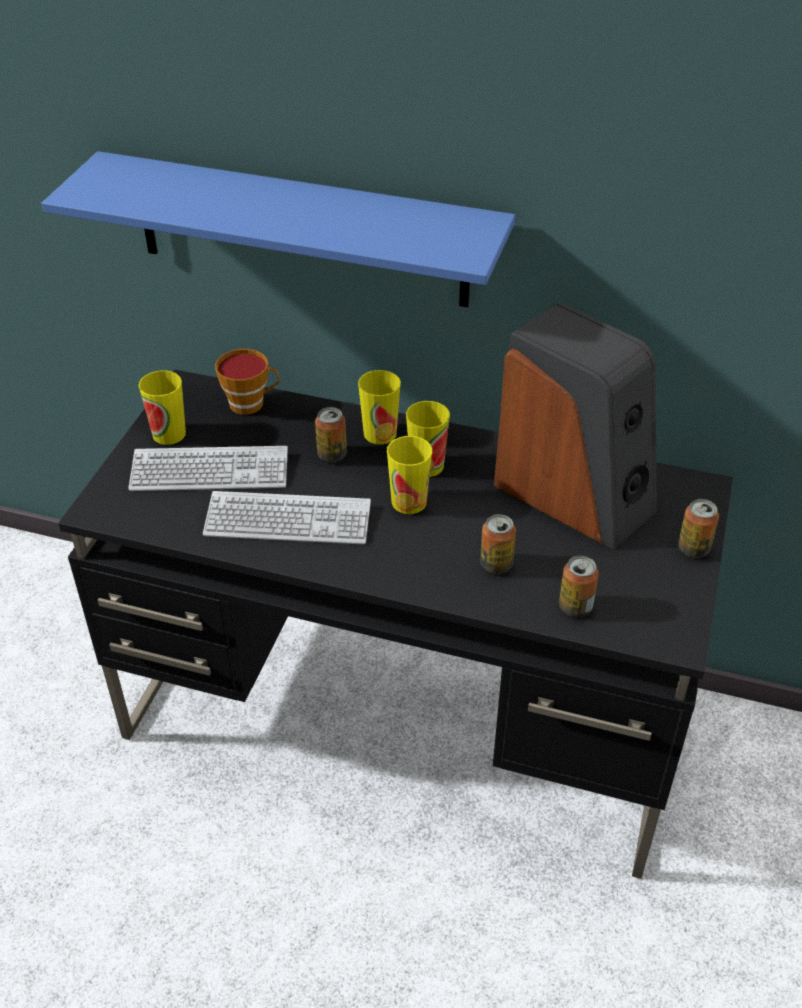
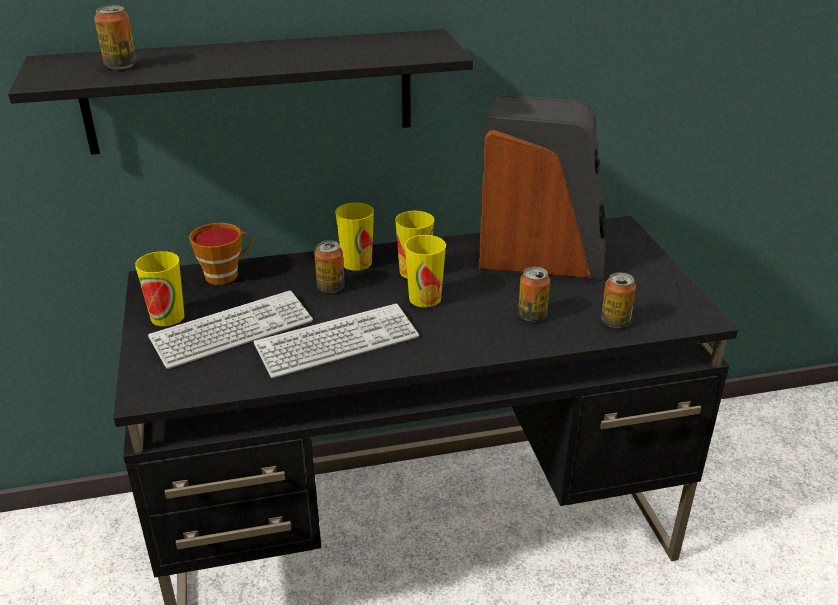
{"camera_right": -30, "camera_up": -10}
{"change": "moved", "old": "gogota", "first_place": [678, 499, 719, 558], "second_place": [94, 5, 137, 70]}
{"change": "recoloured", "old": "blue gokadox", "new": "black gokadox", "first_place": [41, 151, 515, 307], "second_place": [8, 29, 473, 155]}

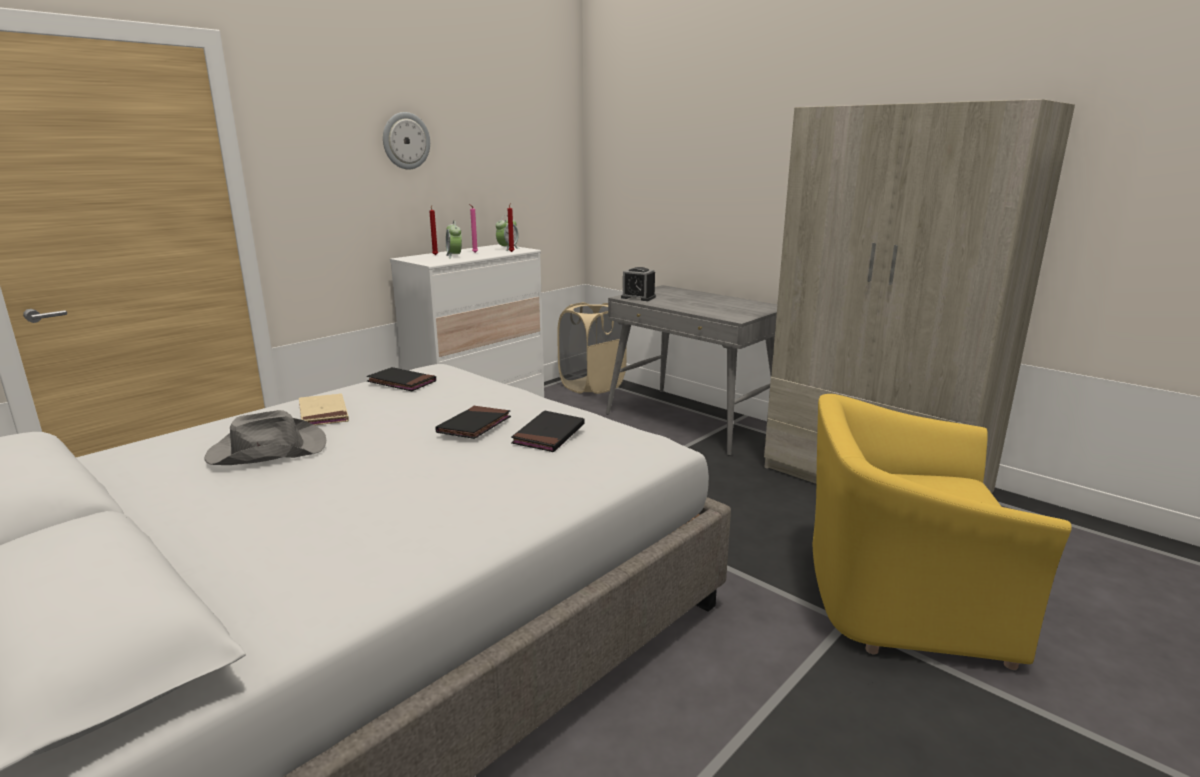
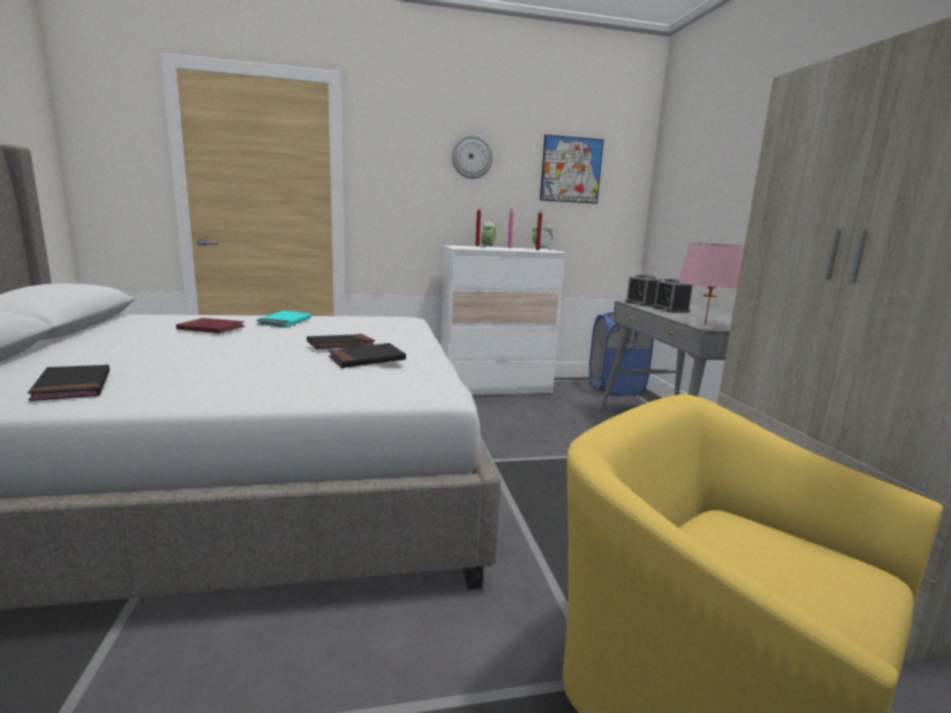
{"camera_right": 35, "camera_up": -5}
{"change": "added", "new": "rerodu", "second_place": [540, 135, 604, 204]}
{"change": "added", "new": "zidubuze", "second_place": [653, 279, 693, 313]}
{"change": "added", "new": "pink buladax", "second_place": [678, 243, 744, 325]}
{"change": "moved", "old": "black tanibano", "first_place": [367, 367, 436, 391], "second_place": [28, 365, 110, 401]}
{"change": "replaced", "old": "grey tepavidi", "new": "red tanibano", "first_place": [204, 410, 326, 465], "second_place": [176, 318, 245, 334]}
{"change": "recoloured", "old": "beige tanibano", "new": "turquoise tanibano", "first_place": [299, 393, 349, 425], "second_place": [256, 311, 311, 328]}
{"change": "recoloured", "old": "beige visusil", "new": "blue visusil", "first_place": [557, 302, 627, 394], "second_place": [589, 312, 654, 396]}

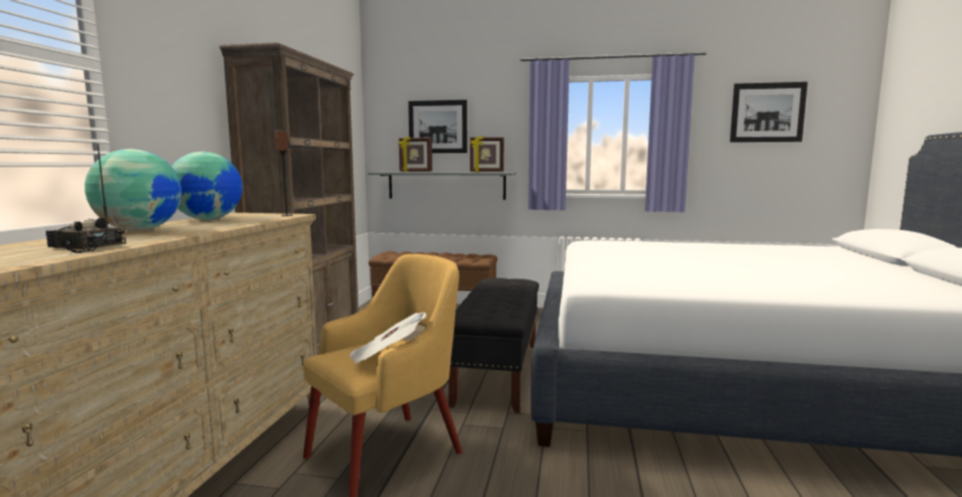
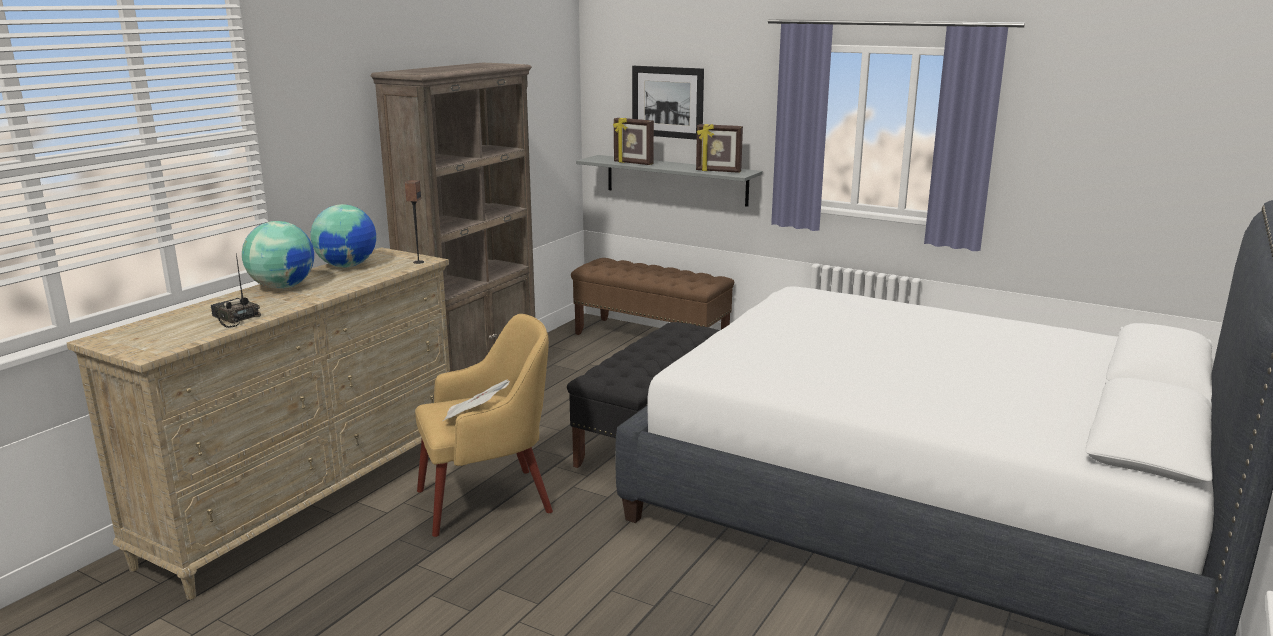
{"camera_right": 20, "camera_up": 10}
{"change": "removed", "old": "rerodu", "first_place": [730, 82, 808, 142]}

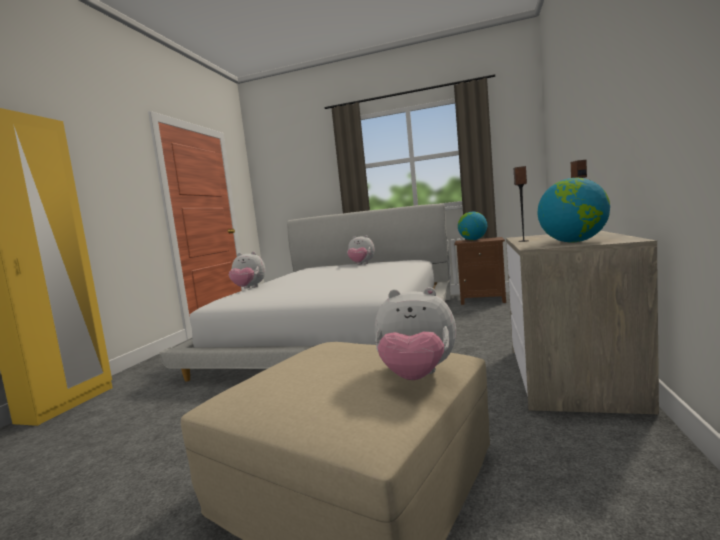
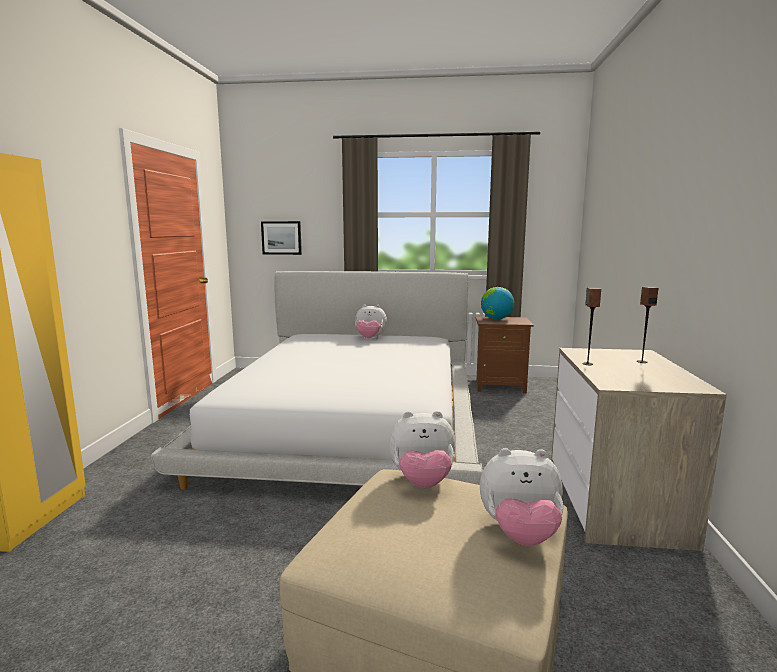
{"camera_right": -10, "camera_up": 5}
{"change": "removed", "old": "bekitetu", "first_place": [538, 178, 610, 243]}
{"change": "added", "new": "rerodu", "second_place": [261, 221, 302, 255]}
{"change": "moved", "old": "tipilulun", "first_place": [229, 251, 266, 288], "second_place": [389, 411, 456, 488]}

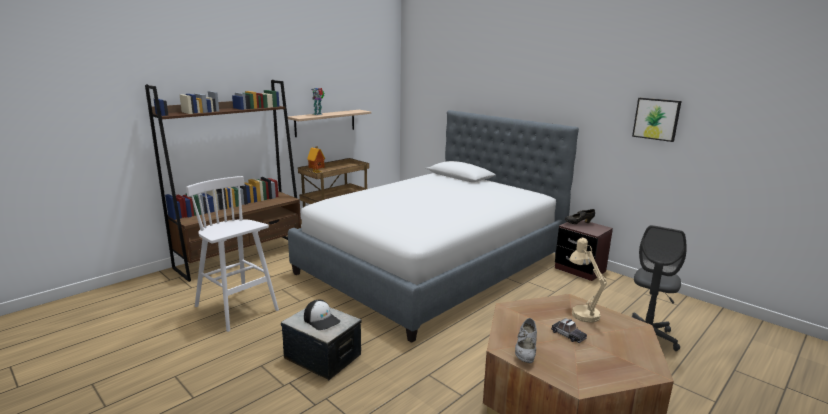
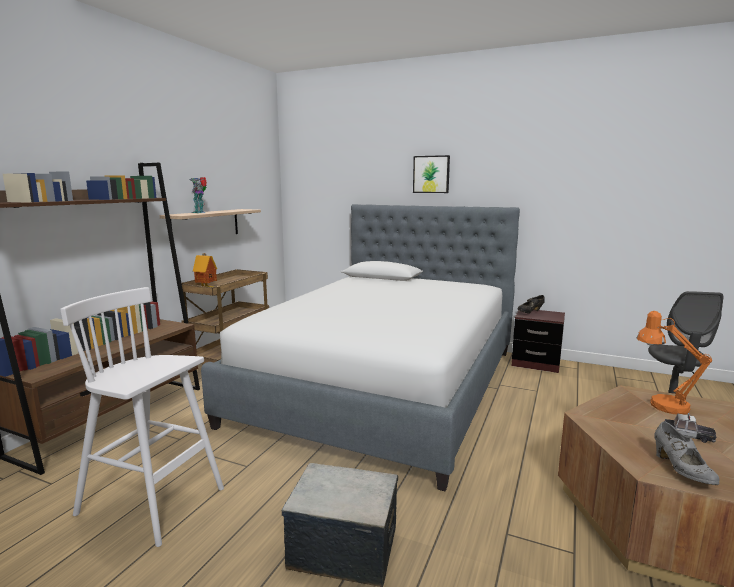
{"camera_right": -20, "camera_up": -5}
{"change": "removed", "old": "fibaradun", "first_place": [304, 300, 340, 330]}
{"change": "moved", "old": "rerodu", "first_place": [632, 98, 681, 142], "second_place": [413, 155, 450, 193]}
{"change": "recoloured", "old": "beige buladax", "new": "orange buladax", "first_place": [569, 238, 608, 323], "second_place": [637, 311, 712, 415]}

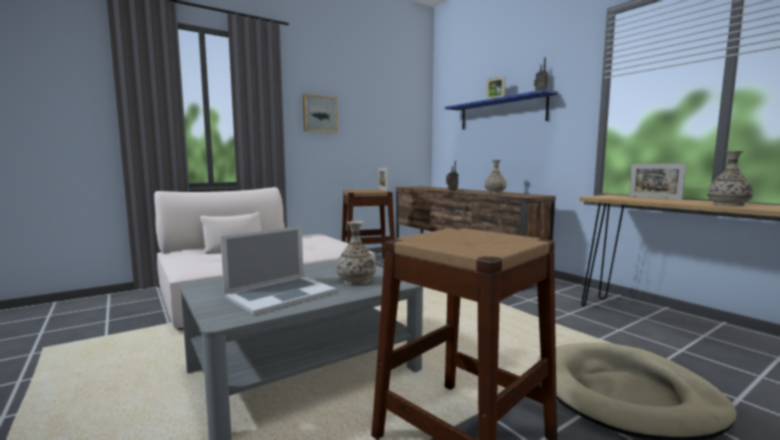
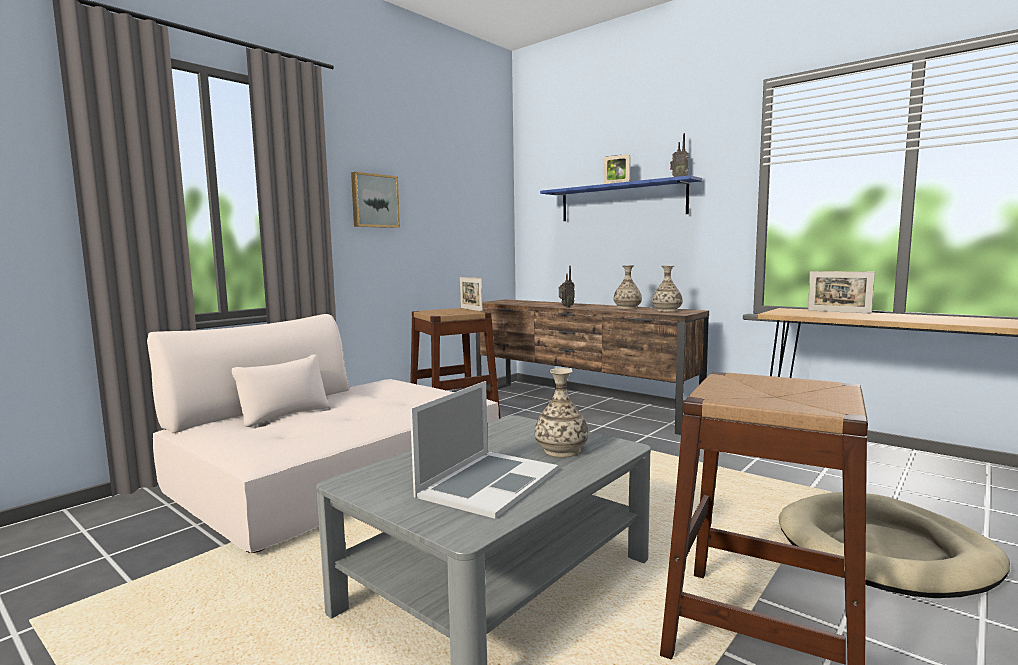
{"camera_right": -15, "camera_up": 0}
{"change": "moved", "old": "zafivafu", "first_place": [707, 151, 753, 206], "second_place": [652, 265, 683, 312]}

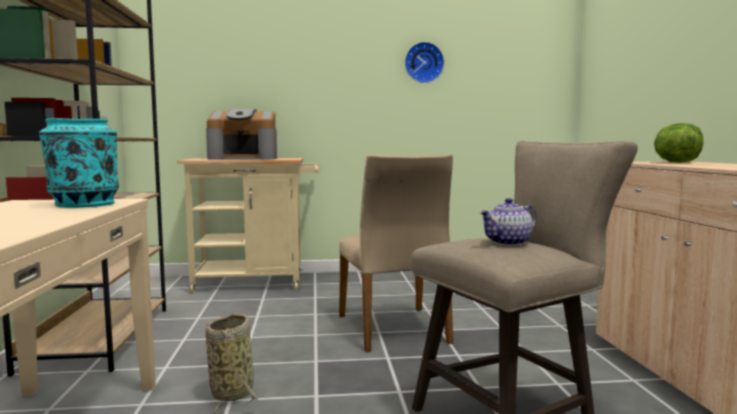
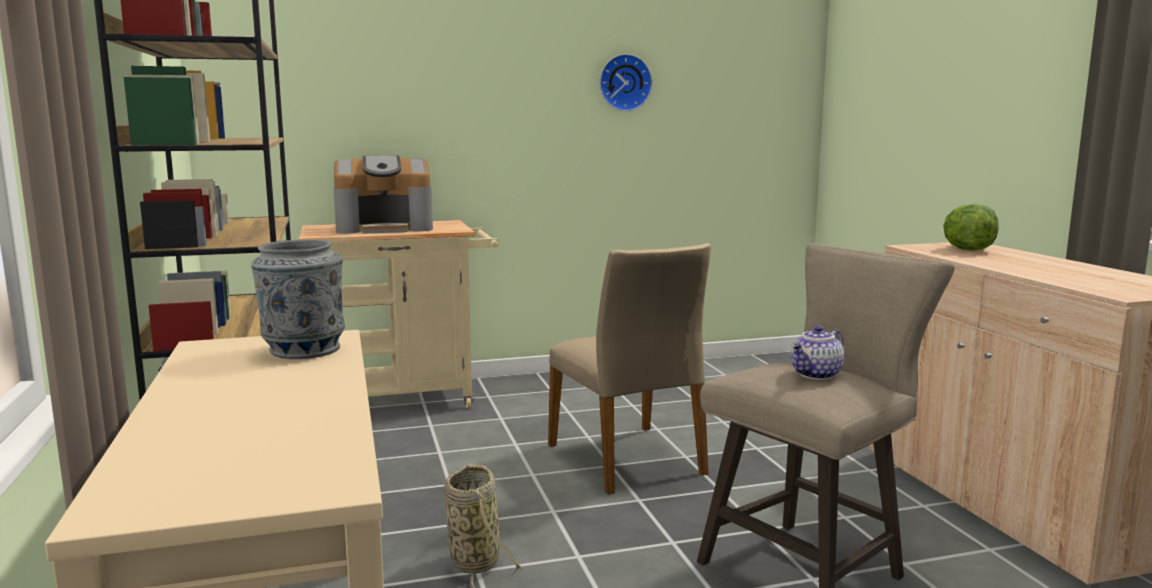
{"camera_right": -10, "camera_up": 5}
{"change": "recoloured", "old": "turquoise zafivafu", "new": "grey zafivafu", "first_place": [39, 118, 119, 208], "second_place": [251, 240, 345, 359]}

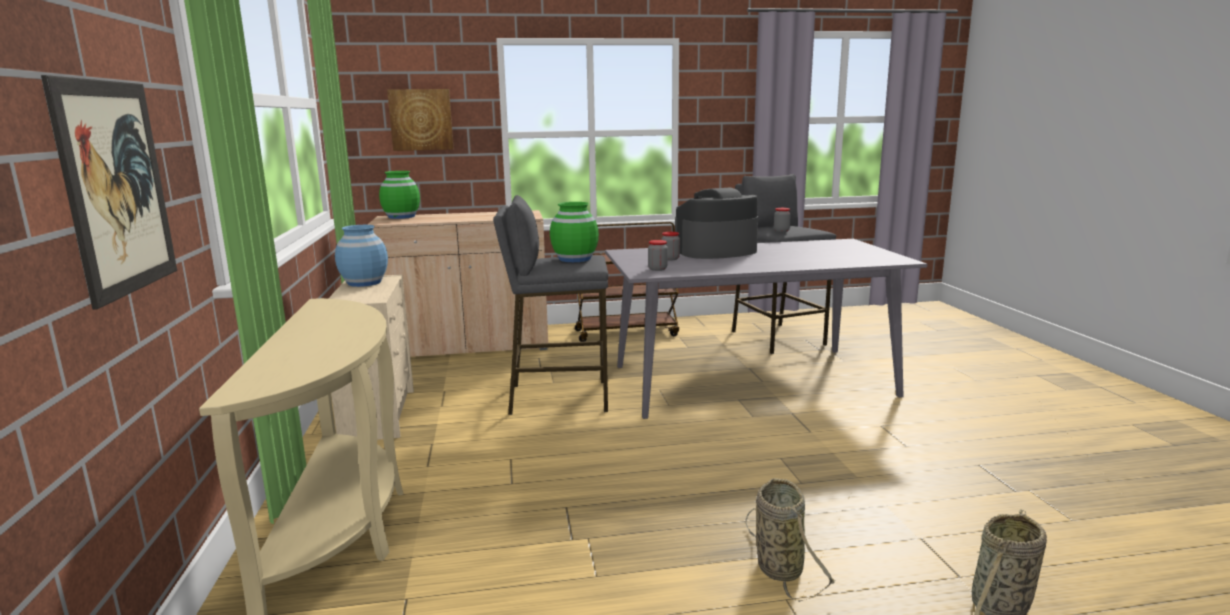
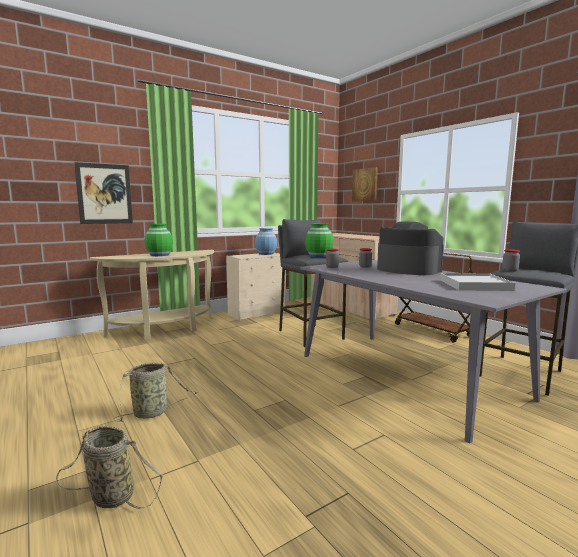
{"camera_right": 65, "camera_up": -5}
{"change": "added", "new": "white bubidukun", "second_place": [440, 273, 515, 291]}
{"change": "moved", "old": "green zafivafu", "first_place": [379, 171, 420, 219], "second_place": [145, 224, 173, 256]}

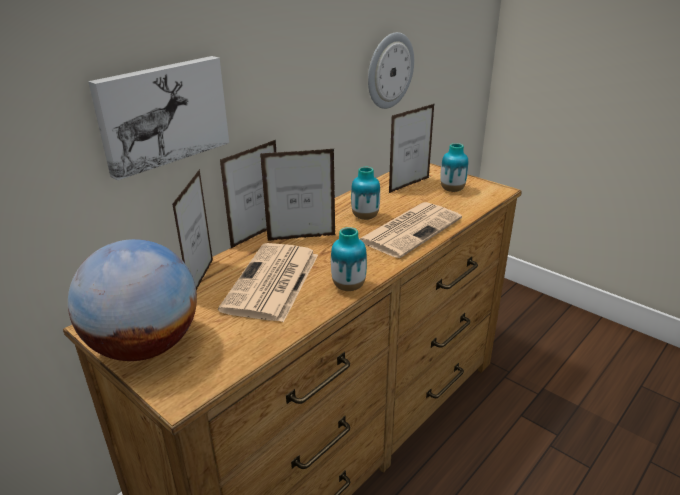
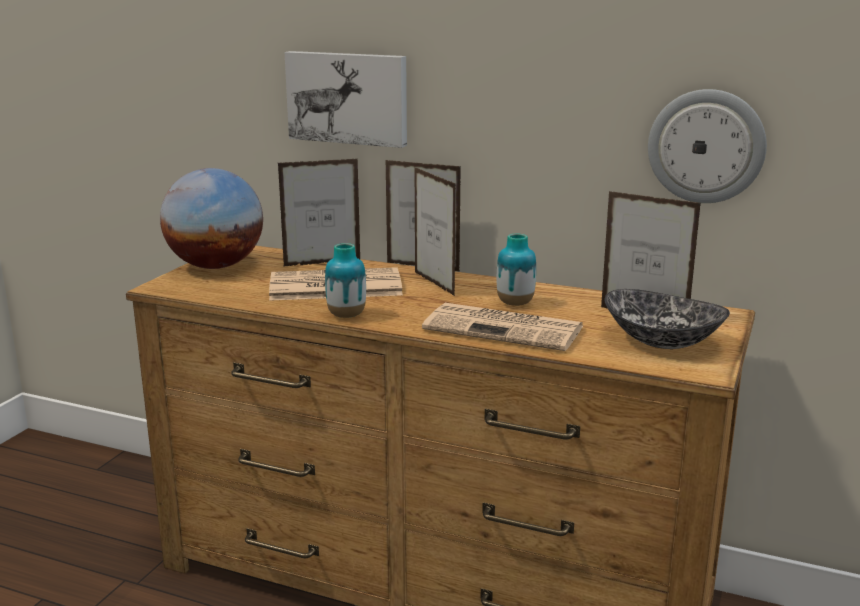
{"camera_right": 70, "camera_up": -10}
{"change": "replaced", "old": "zafivafu", "new": "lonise", "first_place": [440, 143, 468, 192], "second_place": [604, 289, 730, 349]}

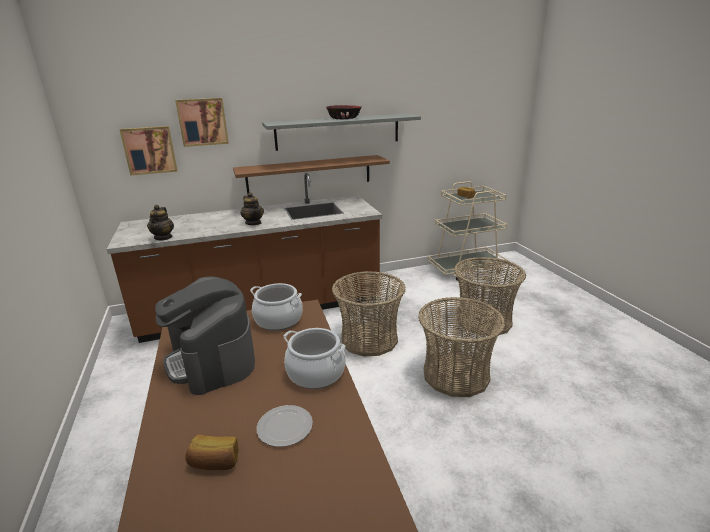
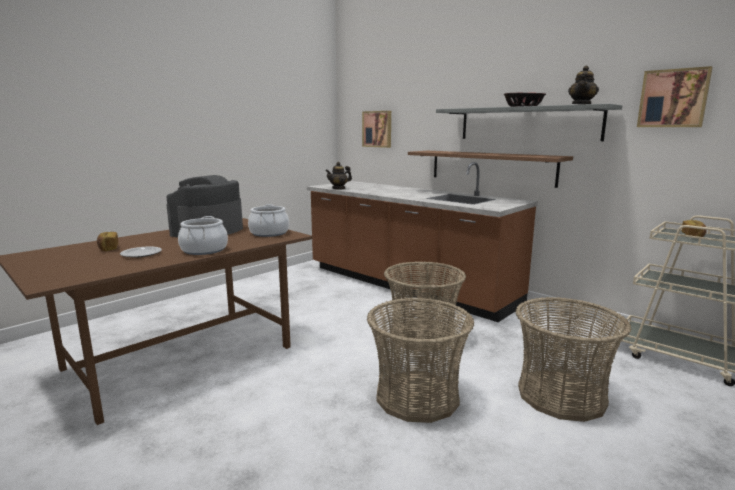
{"camera_right": 60, "camera_up": -10}
{"change": "moved", "old": "rerodu", "first_place": [175, 98, 229, 147], "second_place": [637, 66, 713, 127]}
{"change": "moved", "old": "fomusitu", "first_place": [240, 192, 264, 225], "second_place": [568, 66, 599, 105]}

